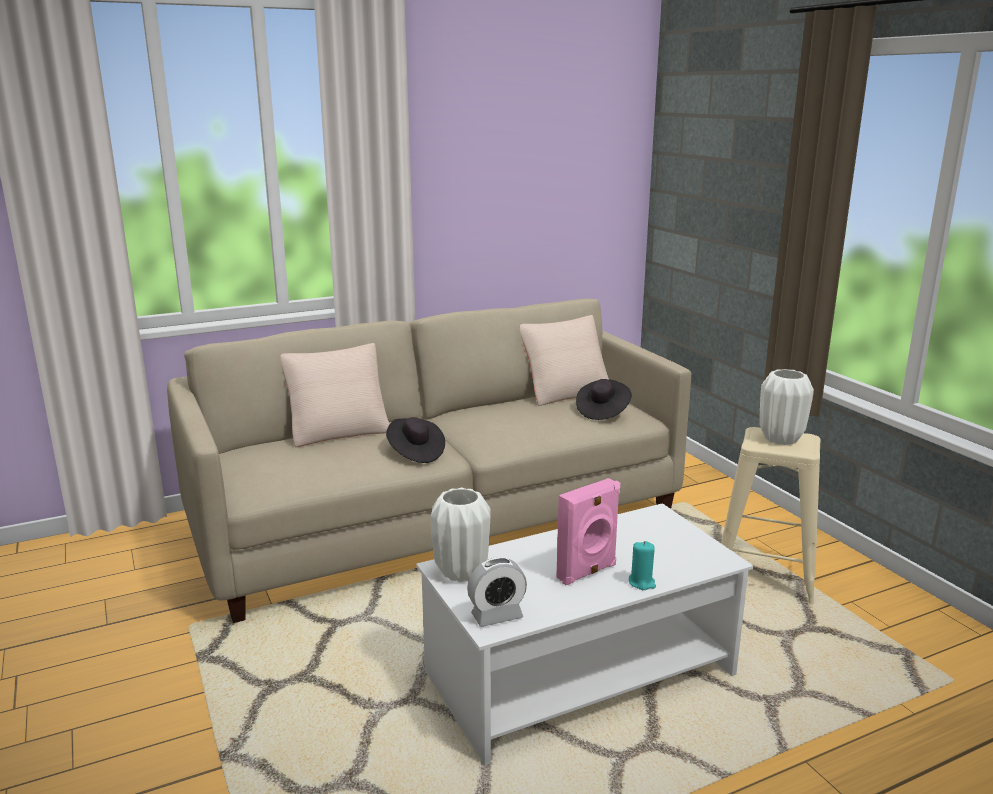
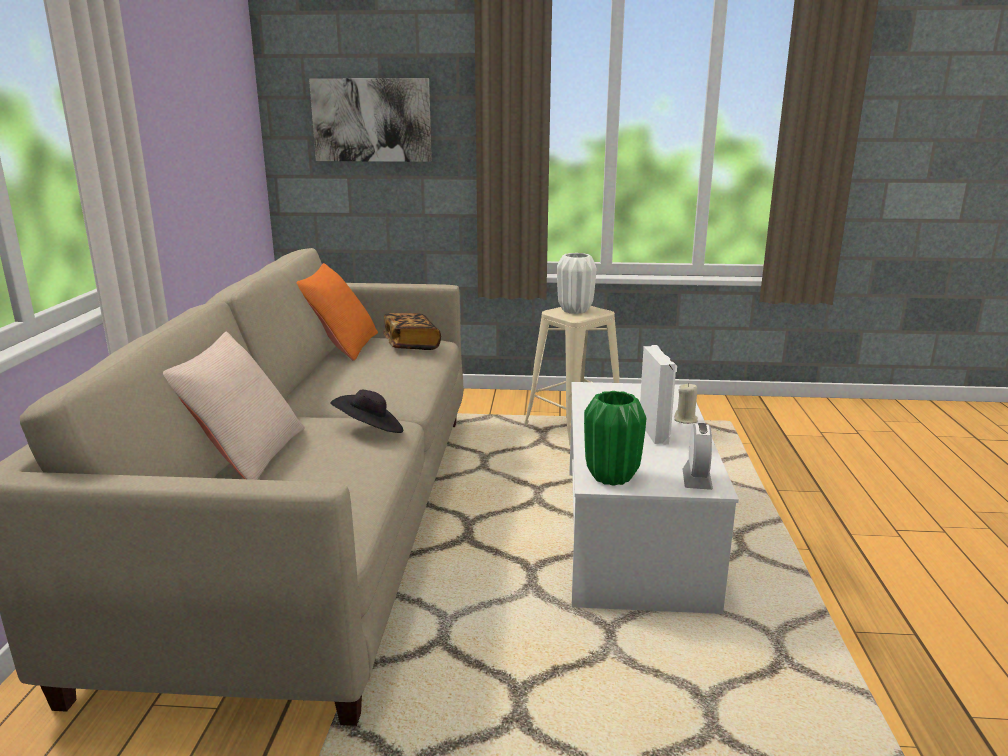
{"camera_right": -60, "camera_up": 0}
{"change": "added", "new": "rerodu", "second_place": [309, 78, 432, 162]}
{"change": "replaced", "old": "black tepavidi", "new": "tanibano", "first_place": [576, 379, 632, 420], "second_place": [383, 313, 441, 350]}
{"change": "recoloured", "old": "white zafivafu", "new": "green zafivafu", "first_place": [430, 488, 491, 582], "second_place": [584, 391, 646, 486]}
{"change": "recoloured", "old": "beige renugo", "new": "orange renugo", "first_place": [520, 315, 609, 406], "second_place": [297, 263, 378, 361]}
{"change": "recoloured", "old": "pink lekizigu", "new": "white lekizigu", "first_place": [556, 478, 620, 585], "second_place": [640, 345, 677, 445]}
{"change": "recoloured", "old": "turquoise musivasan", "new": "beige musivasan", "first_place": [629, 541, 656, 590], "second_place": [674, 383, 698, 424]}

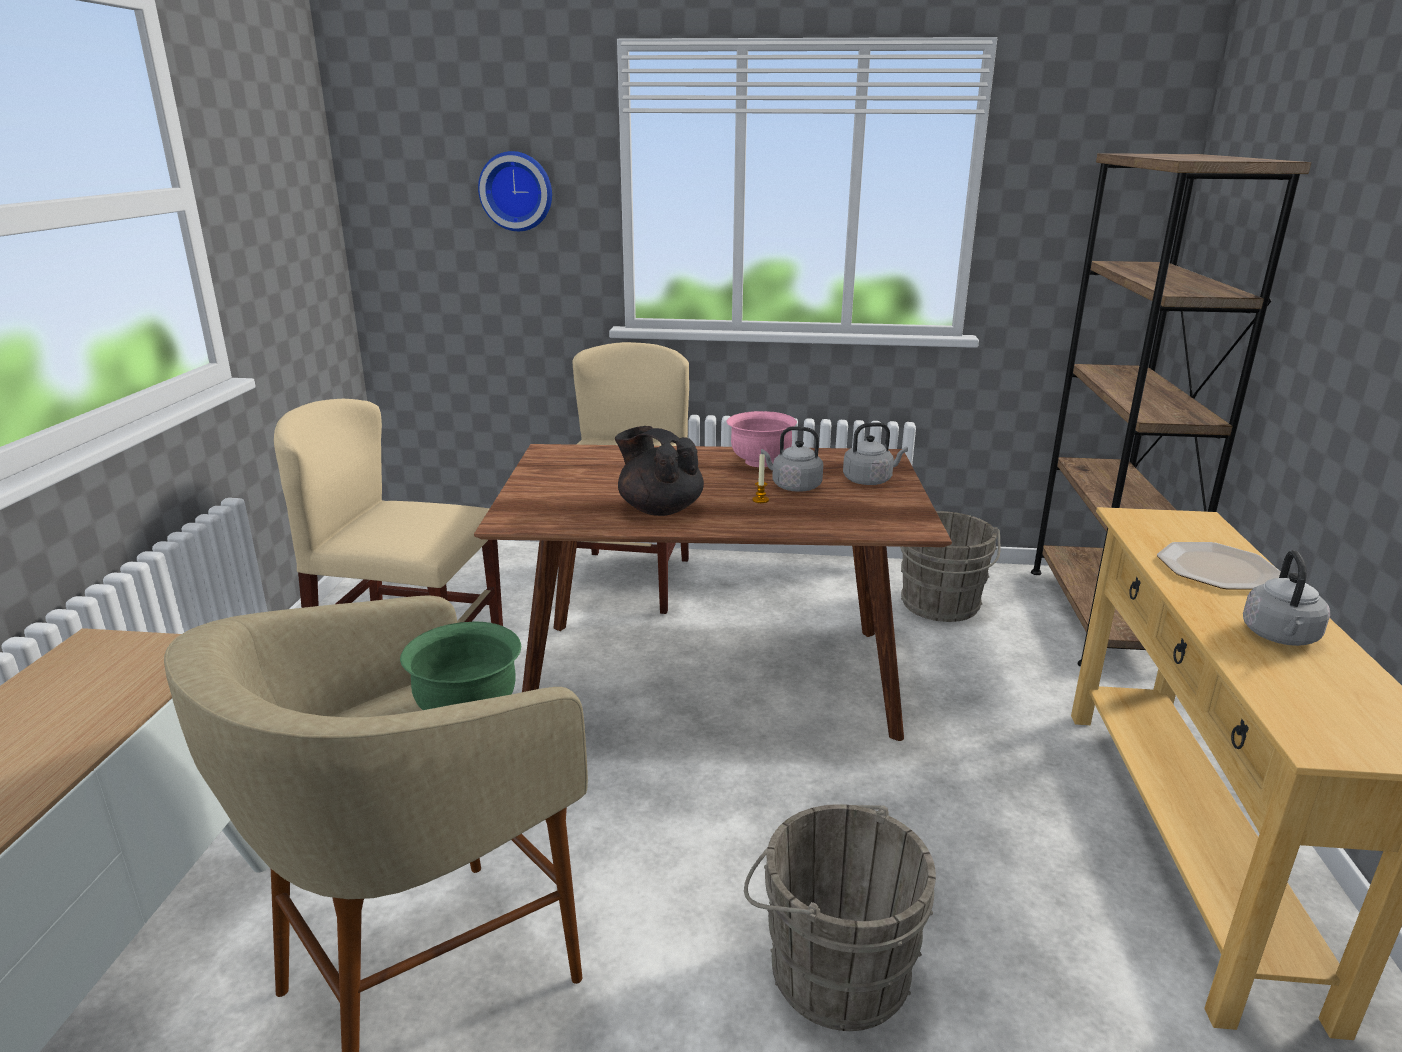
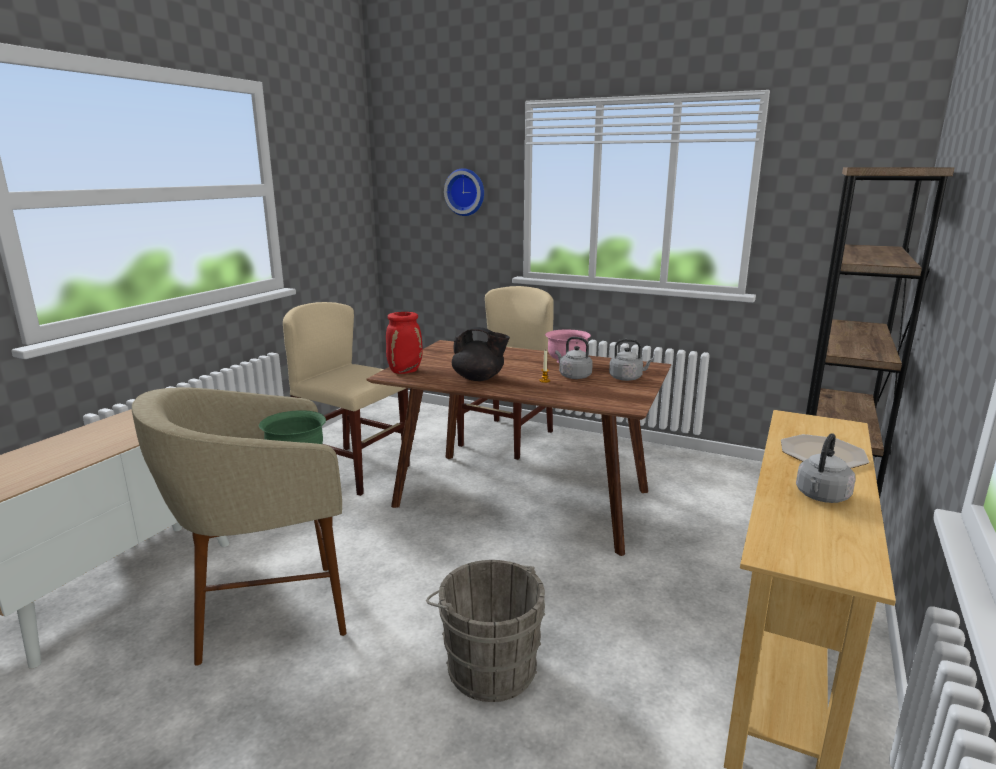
{"camera_right": 20, "camera_up": -5}
{"change": "removed", "old": "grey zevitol", "first_place": [900, 511, 1001, 622]}
{"change": "added", "new": "red zafivafu", "second_place": [386, 312, 423, 374]}
{"change": "turned", "old": "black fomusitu", "first_place": [615, 426, 704, 516], "second_place": [452, 327, 510, 381], "degrees": 135}

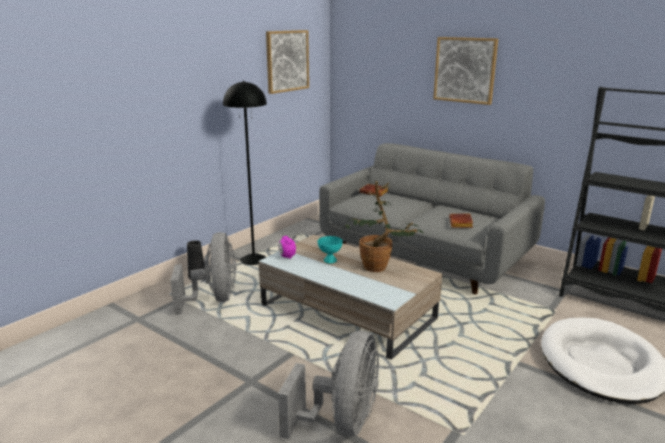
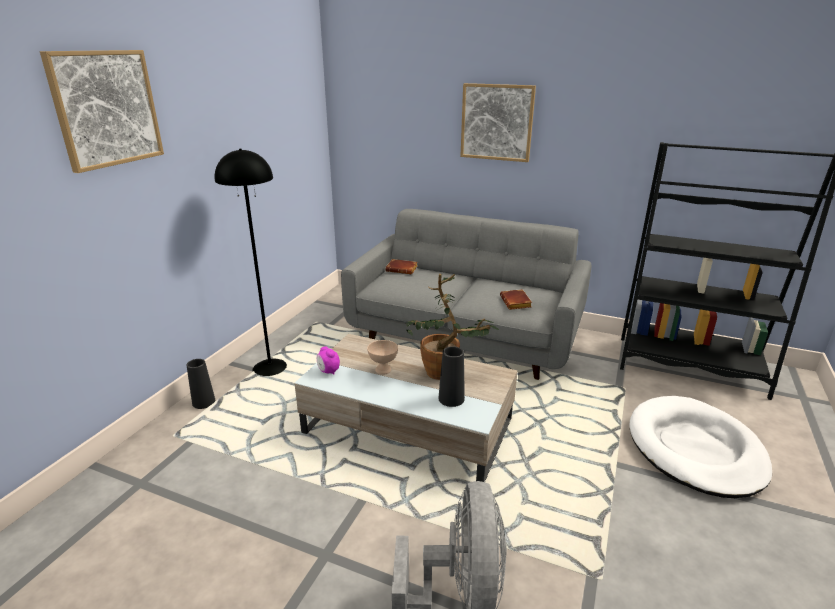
{"camera_right": -15, "camera_up": 5}
{"change": "removed", "old": "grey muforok", "first_place": [170, 232, 236, 314]}
{"change": "added", "new": "black zafivafu", "second_place": [438, 346, 465, 407]}
{"change": "moved", "old": "rerodu", "first_place": [266, 30, 309, 94], "second_place": [40, 50, 164, 173]}
{"change": "recoloured", "old": "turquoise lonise", "new": "beige lonise", "first_place": [318, 236, 343, 264], "second_place": [367, 340, 398, 375]}

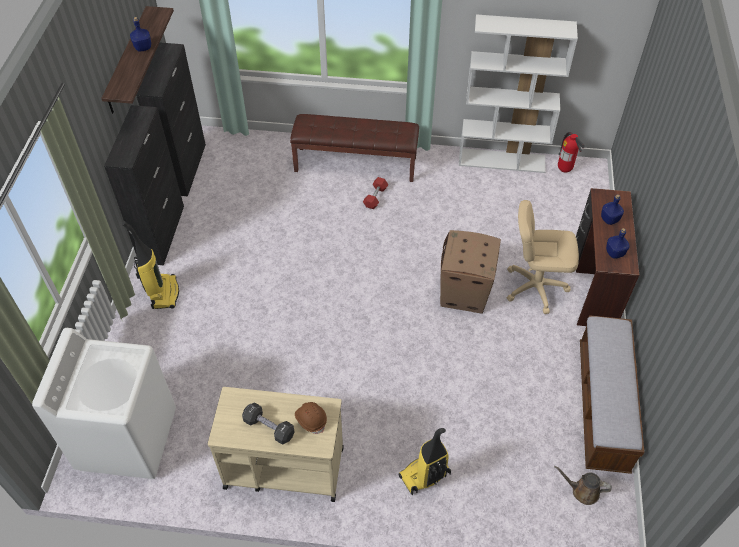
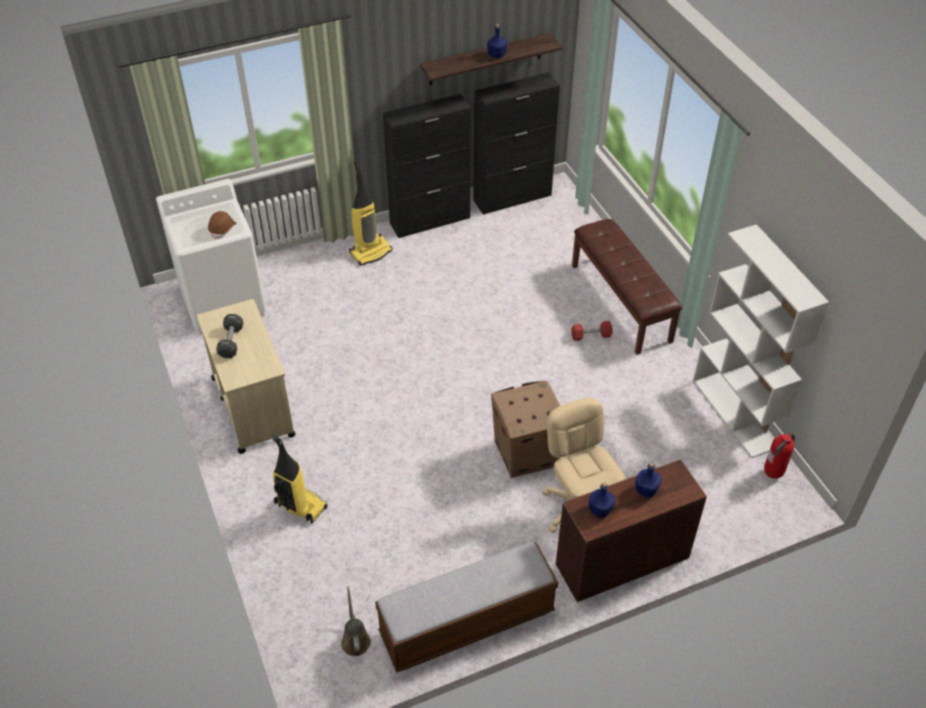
{"camera_right": 60, "camera_up": -5}
{"change": "moved", "old": "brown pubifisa", "first_place": [295, 402, 327, 434], "second_place": [208, 211, 236, 240]}

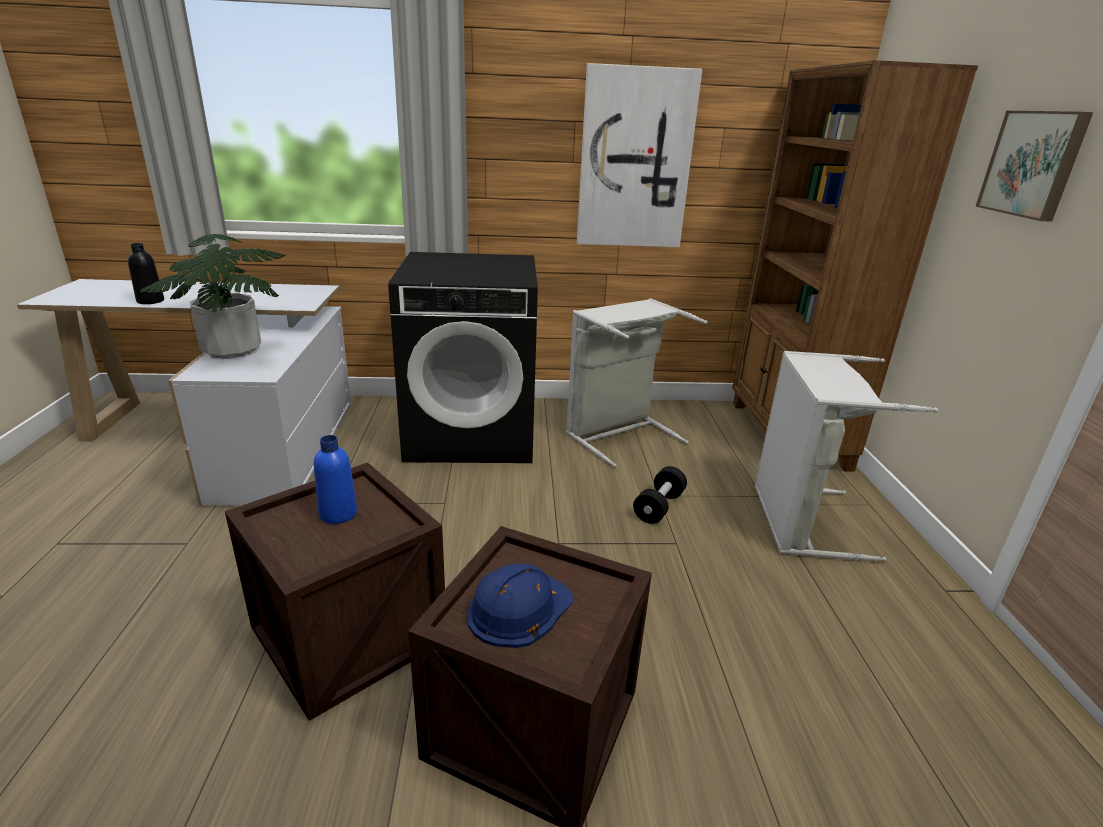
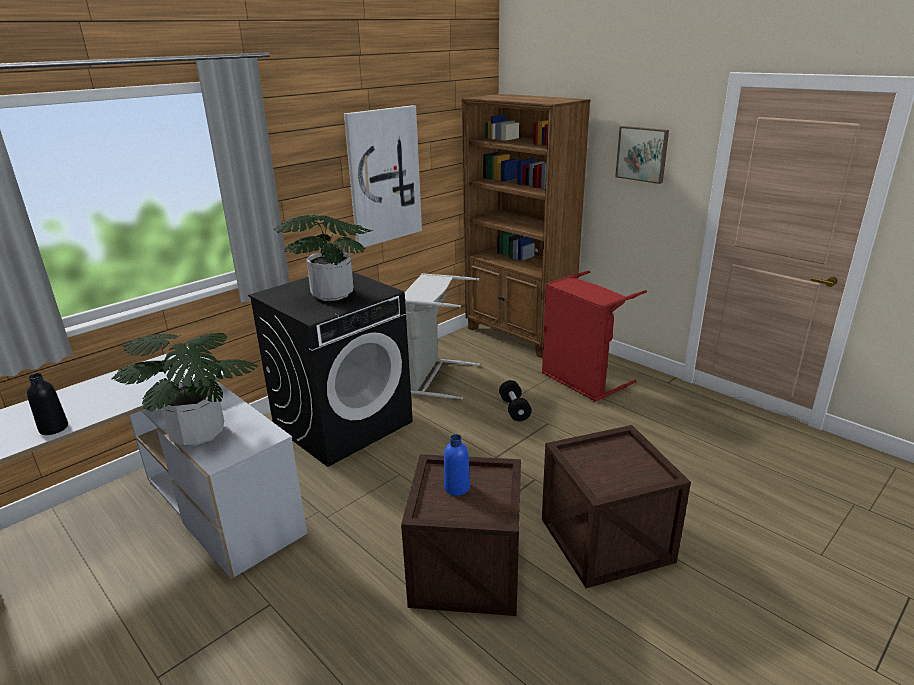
{"camera_right": -40, "camera_up": 0}
{"change": "removed", "old": "blue pubifisa", "first_place": [467, 564, 574, 648]}
{"change": "added", "new": "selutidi", "second_place": [274, 214, 372, 301]}
{"change": "recoloured", "old": "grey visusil", "new": "red visusil", "first_place": [755, 351, 938, 561], "second_place": [542, 271, 647, 402]}

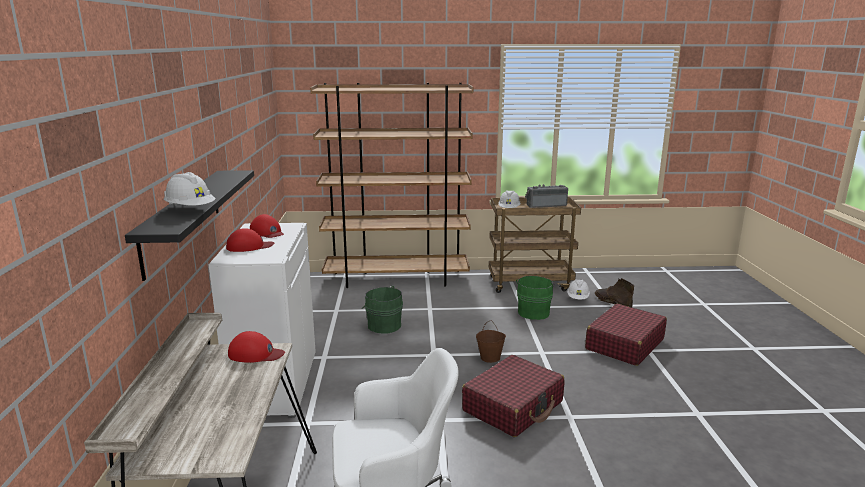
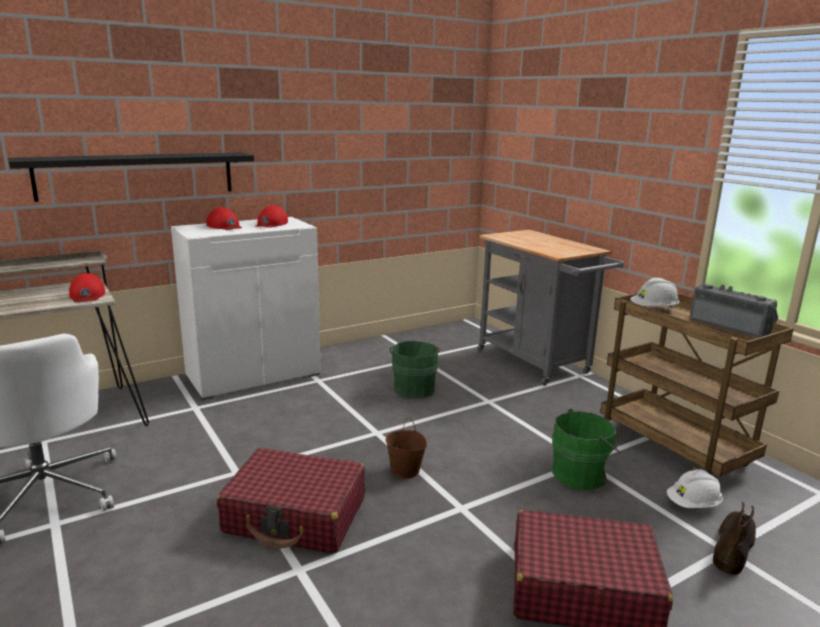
{"camera_right": 60, "camera_up": 0}
{"change": "removed", "old": "white pubifisa", "first_place": [164, 172, 216, 206]}
{"change": "replaced", "old": "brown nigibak", "new": "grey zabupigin", "first_place": [310, 83, 473, 288], "second_place": [477, 230, 624, 386]}

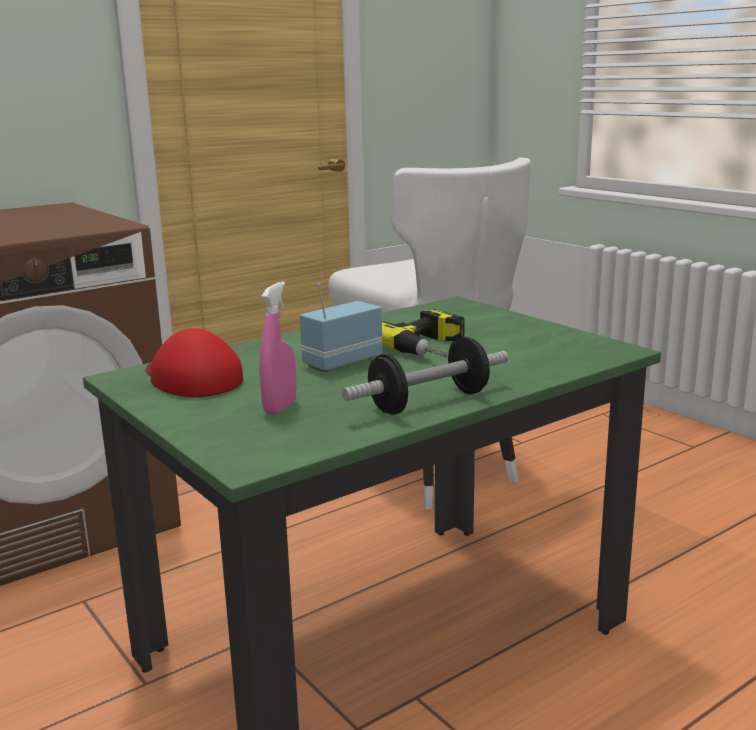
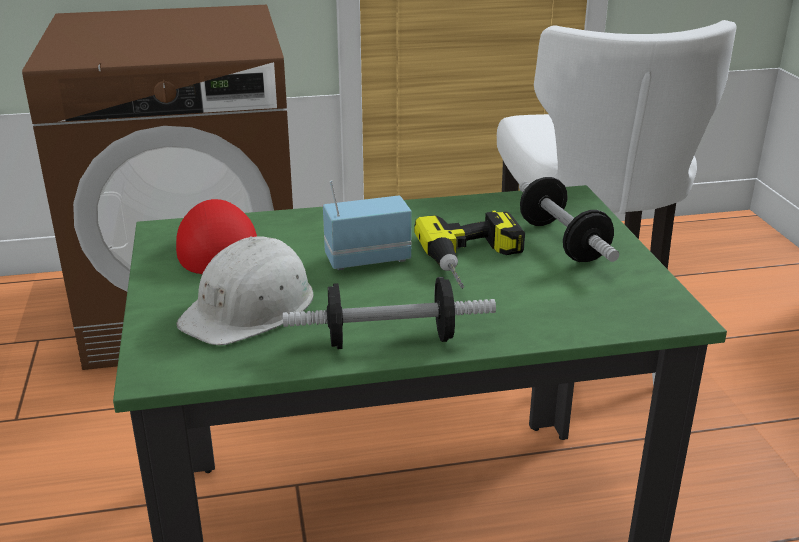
{"camera_right": 25, "camera_up": 10}
{"change": "added", "new": "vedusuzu", "second_place": [519, 177, 619, 262]}
{"change": "replaced", "old": "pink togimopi", "new": "white pubifisa", "first_place": [259, 282, 296, 415], "second_place": [176, 236, 314, 345]}

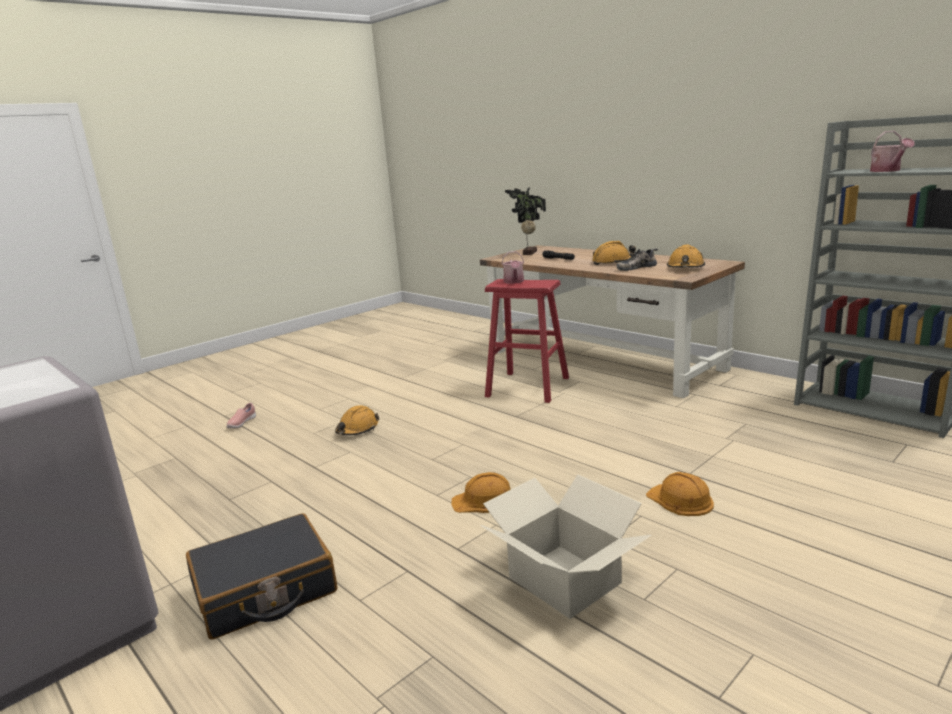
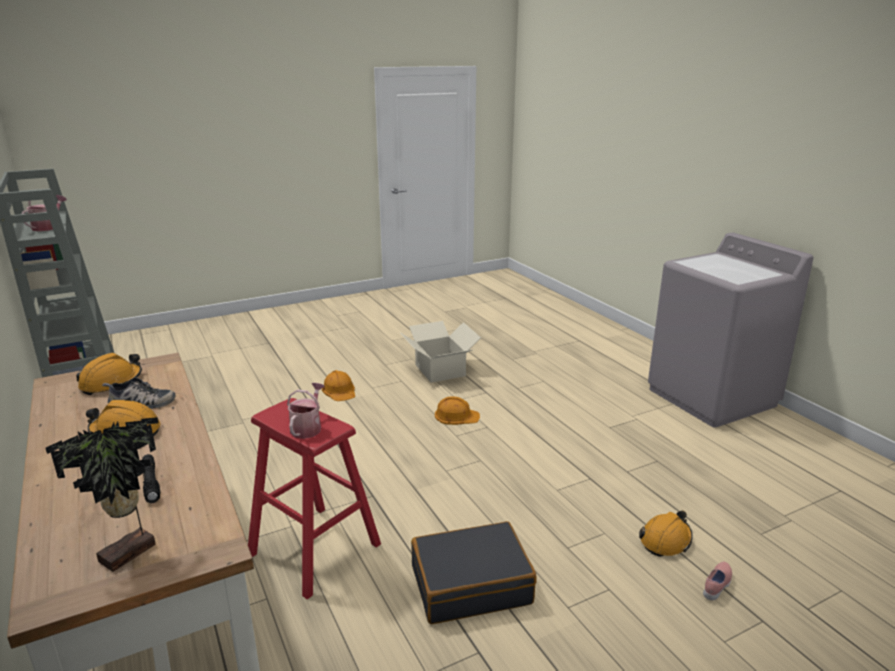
{"camera_right": -165, "camera_up": 5}
{"change": "moved", "old": "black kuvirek", "first_place": [186, 513, 337, 640], "second_place": [411, 521, 536, 624]}
{"change": "moved", "old": "orange pubifisa", "first_place": [335, 405, 379, 435], "second_place": [639, 511, 693, 557]}

